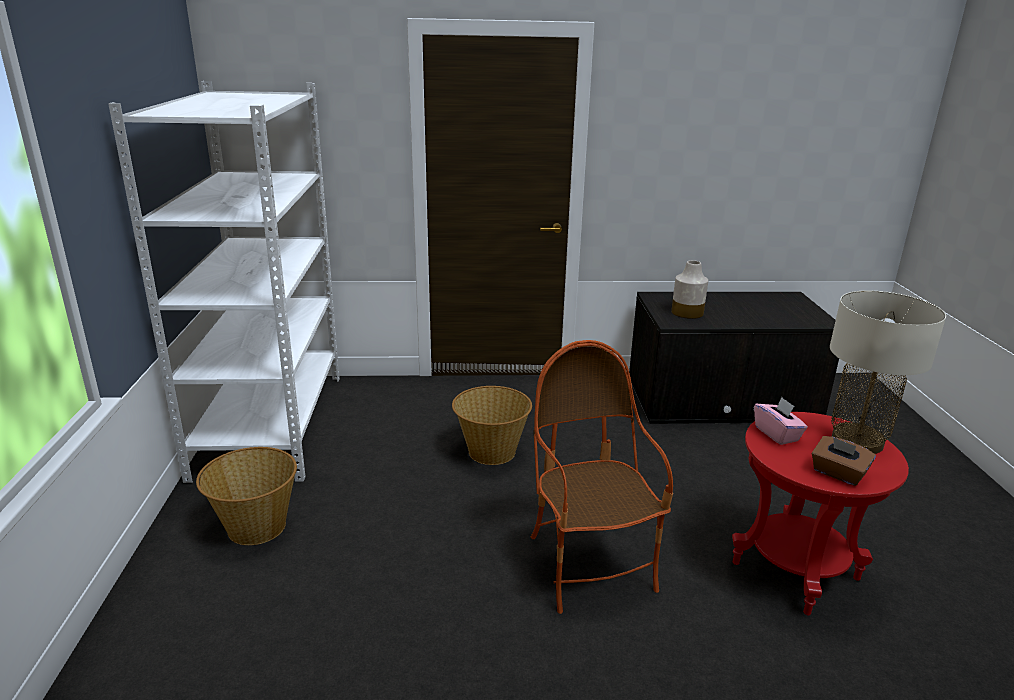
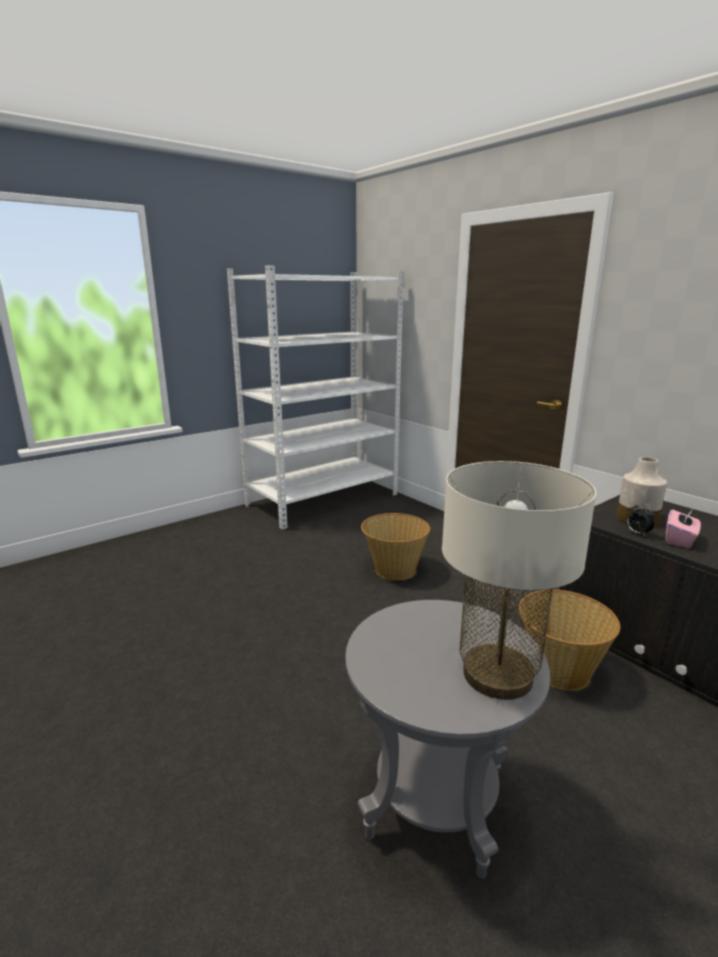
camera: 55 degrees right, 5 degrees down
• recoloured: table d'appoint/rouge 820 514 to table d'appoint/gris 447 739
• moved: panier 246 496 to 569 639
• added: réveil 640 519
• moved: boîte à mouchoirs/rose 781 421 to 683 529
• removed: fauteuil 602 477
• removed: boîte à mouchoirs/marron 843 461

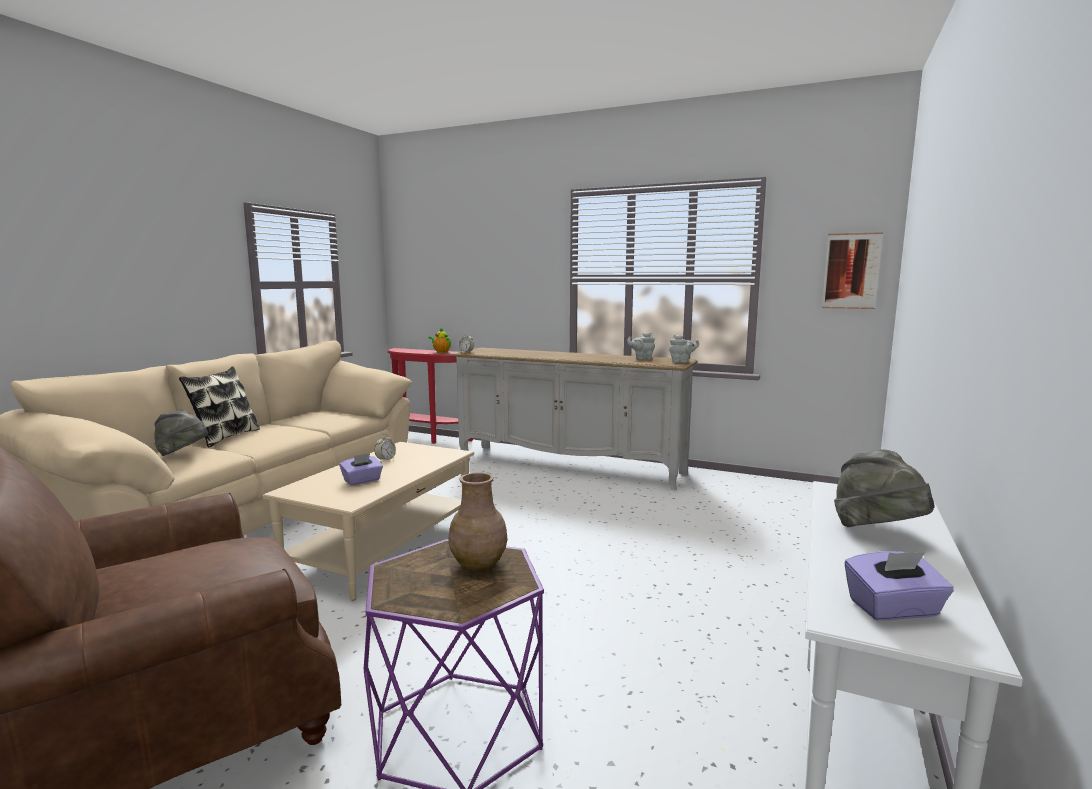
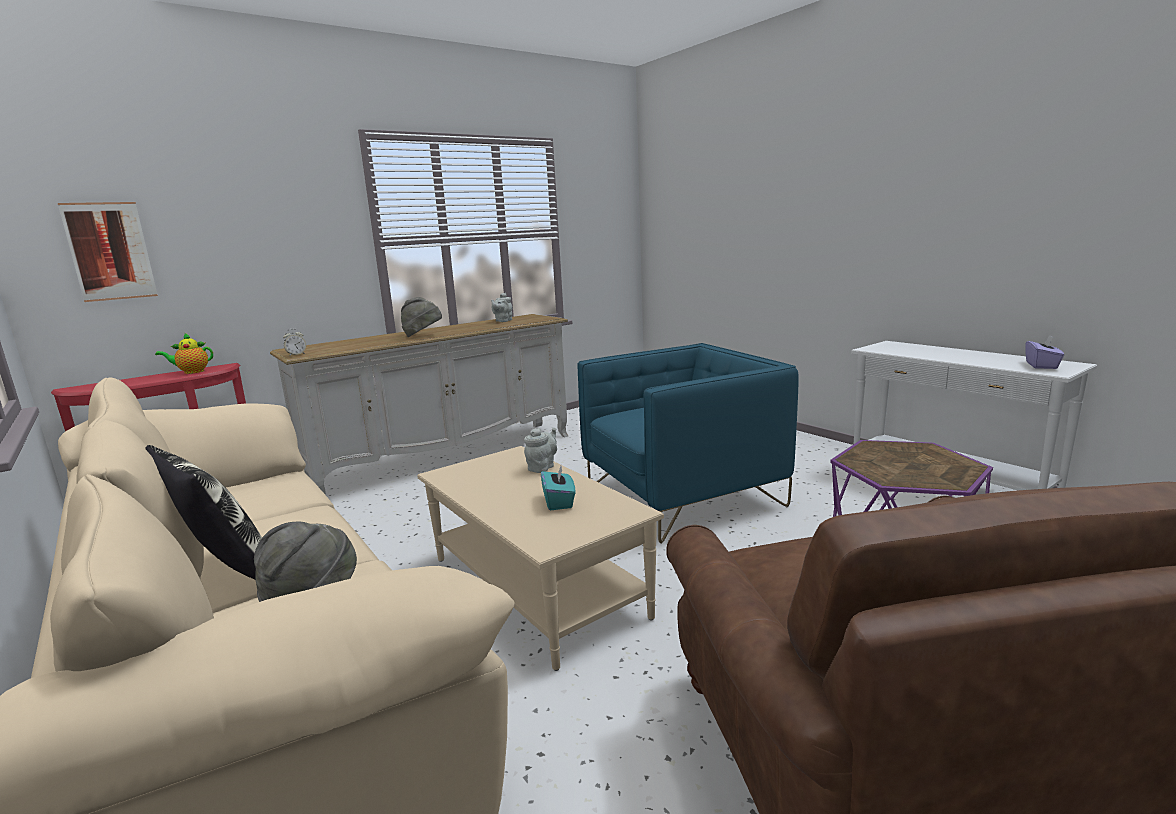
camera: 60 degrees left, 5 degrees up
• moved: tableau 852 270 to 108 252
• moved: chapeau/gris 884 488 to 421 317
• moved: théière/gris 684 349 to 540 450
• recoloured: boîte à mouchoirs/violet 361 469 to boîte à mouchoirs/turquoise 558 488
• added: fauteuil/bleu 688 443
• removed: réveil 385 448
• removed: vase/marron 477 521

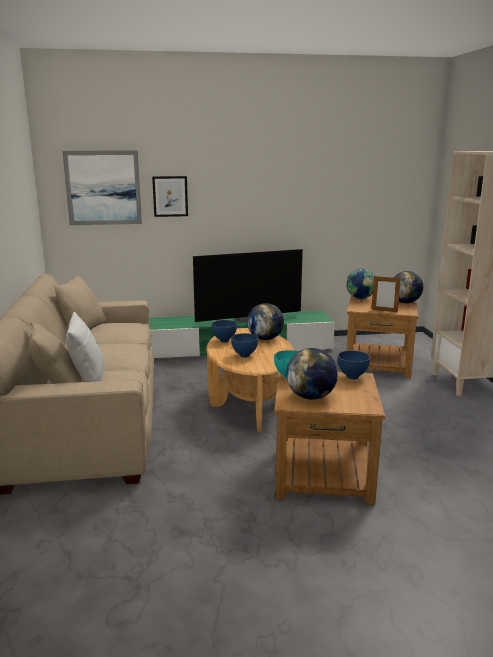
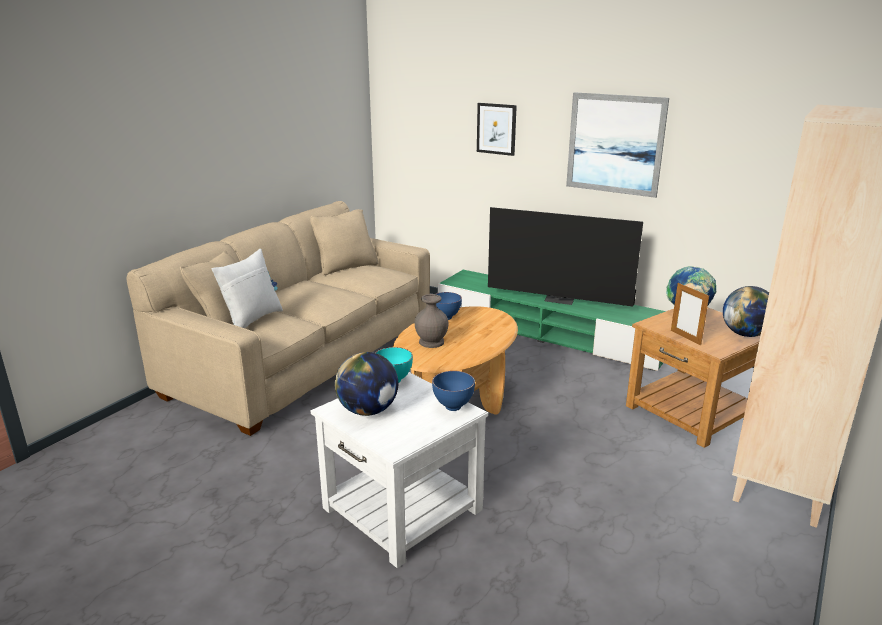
camera: 40 degrees right, 5 degrees up
• recoloured: table d'appoint/marron 329 438 to table d'appoint/blanc 399 470
• replaced: bol/bleu 244 345 to vase/gris 432 321
• moved: tableau 102 187 to 617 145
• removed: globe 265 321

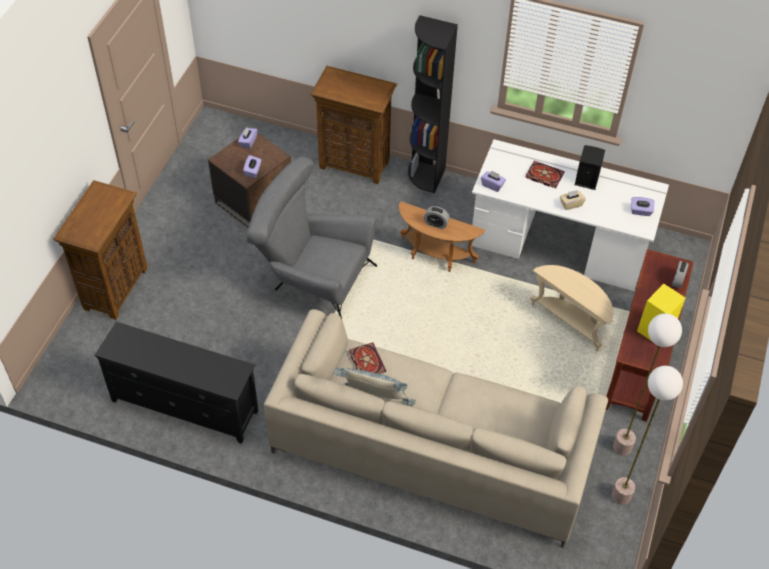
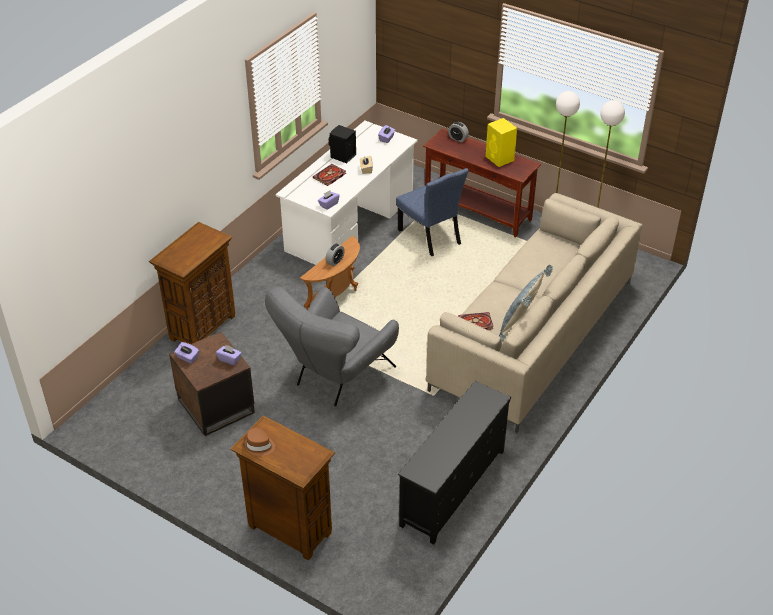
camera: 75 degrees left, 10 degrees down
• added: chapeau/marron 259 442
• replaced: table d'appoint/beige 571 308 to chaise/bleu 432 212
• removed: bibliothèque/noir 433 104

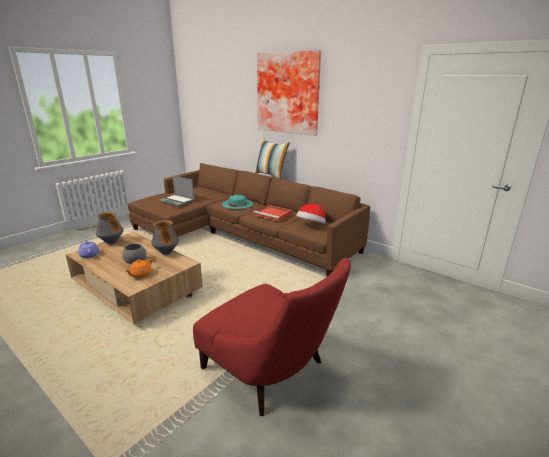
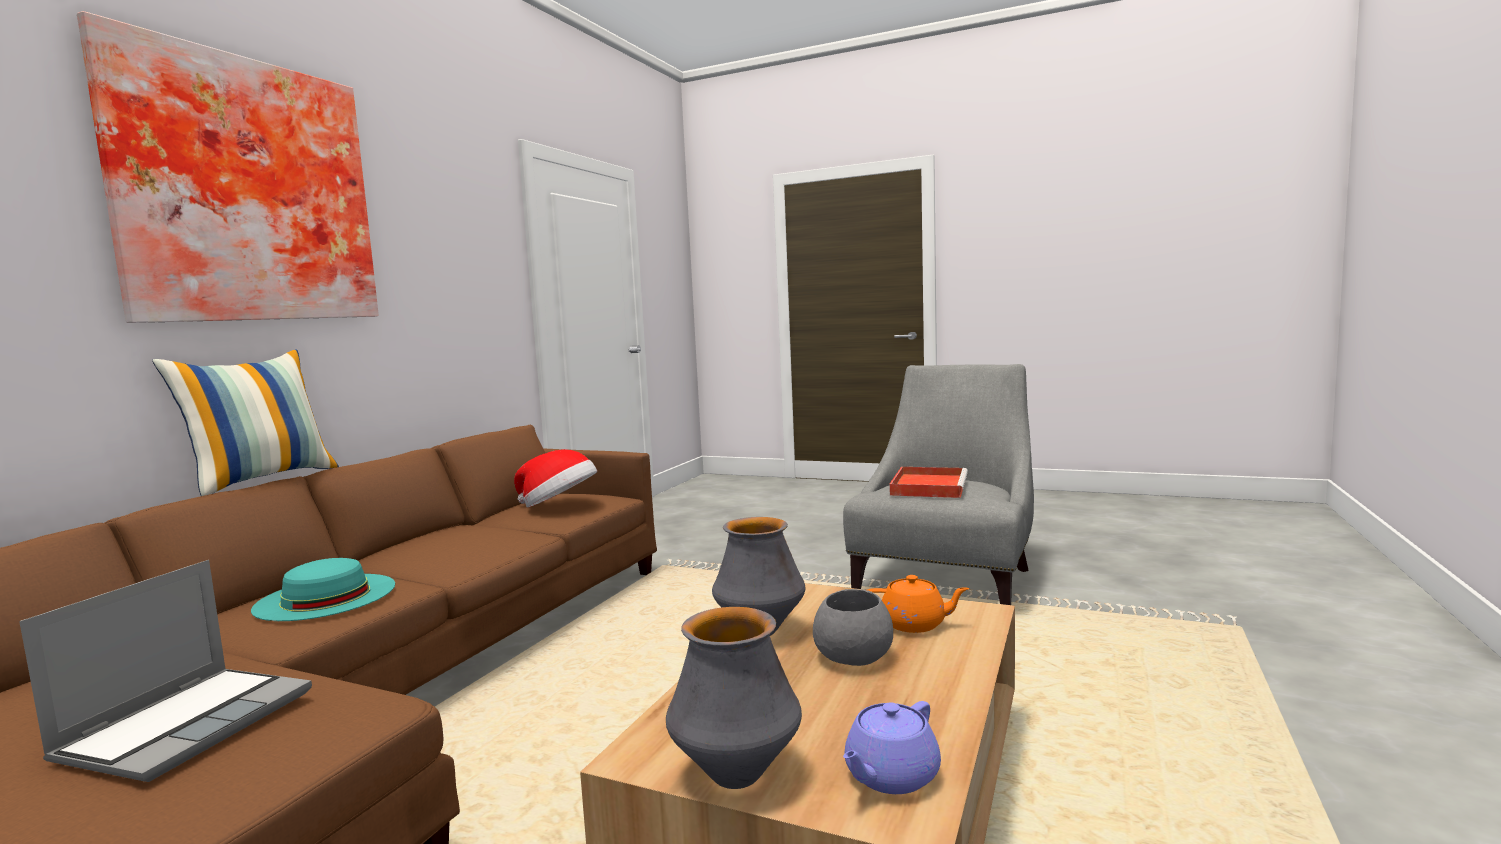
camera: 105 degrees left, 15 degrees down
• recoloured: fauteuil/rouge 272 337 to fauteuil/gris 938 484
• moved: plateau/rouge 273 212 to 928 482

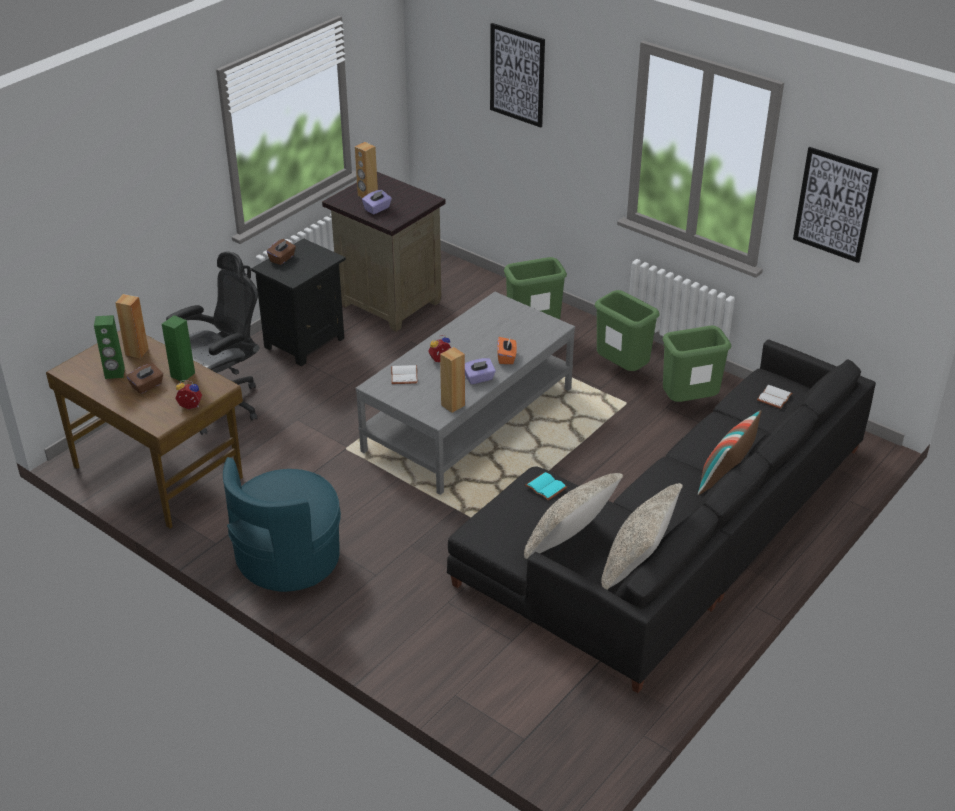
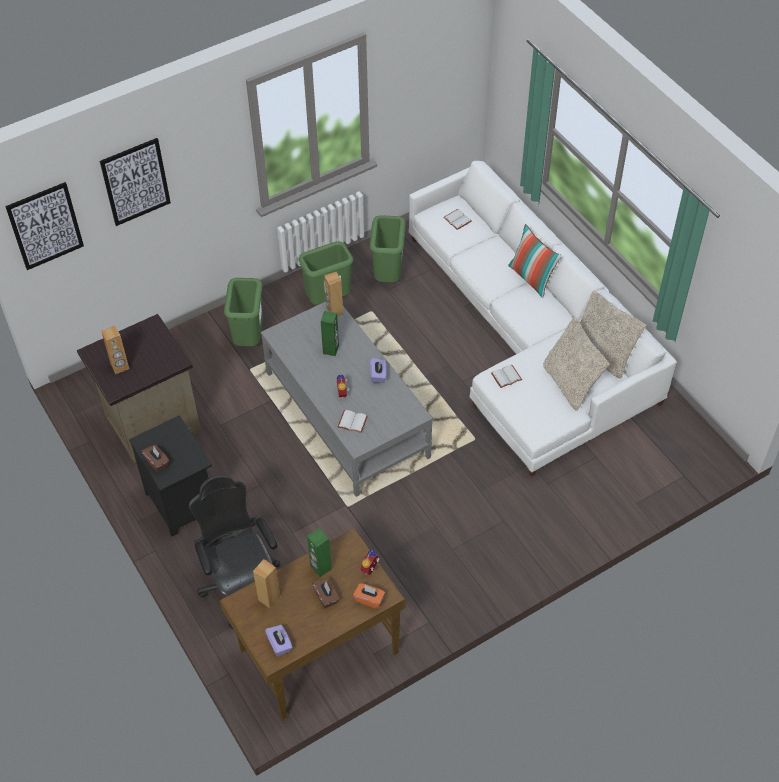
camera: 70 degrees left, 15 degrees up
• moved: tableau 836 205 to 44 226
• moved: boîte à mouchoirs/violet 377 202 to 279 641
• moved: enceinte/vert 109 347 to 330 333
• moved: enceinte/marron 452 380 to 333 294
• moved: boîte à mouchoirs/orange 507 350 to 369 596
• recoloured: canapé/noir 661 516 to canapé/blanc 542 319
• recoloured: livre/turquoise 546 486 to livre/blanc 506 376
• removed: fauteuil/turquoise 282 524

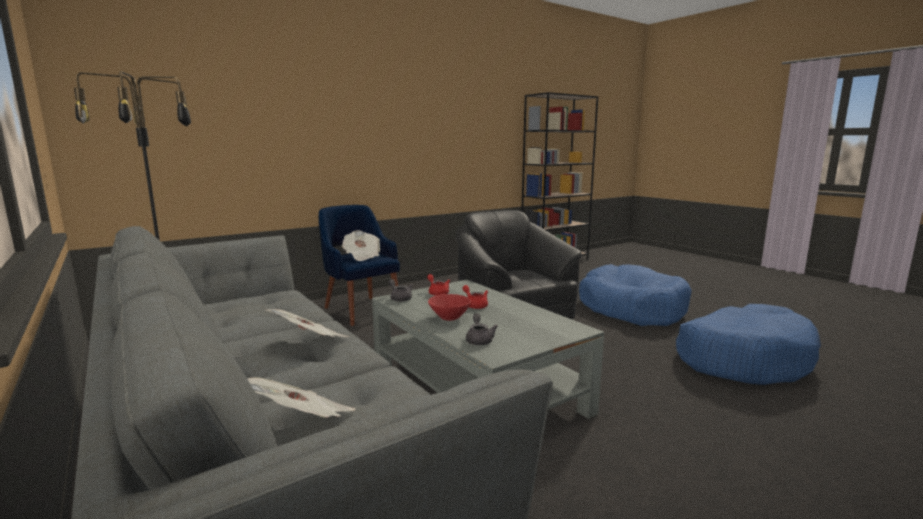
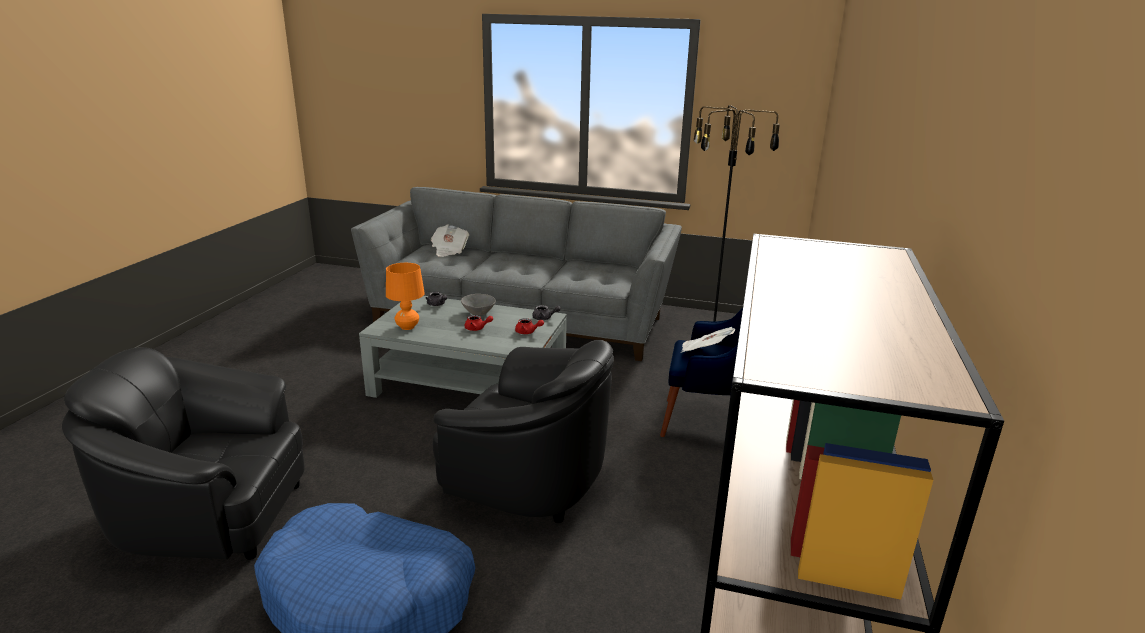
camera: 140 degrees right, 10 degrees up
• replaced: panier pour chien/bleu 748 344 to fauteuil/noir 183 453
• added: lampe de table/orange 405 296
• recoloured: bol/rouge 449 307 to bol/gris 478 305
• removed: journal 307 323

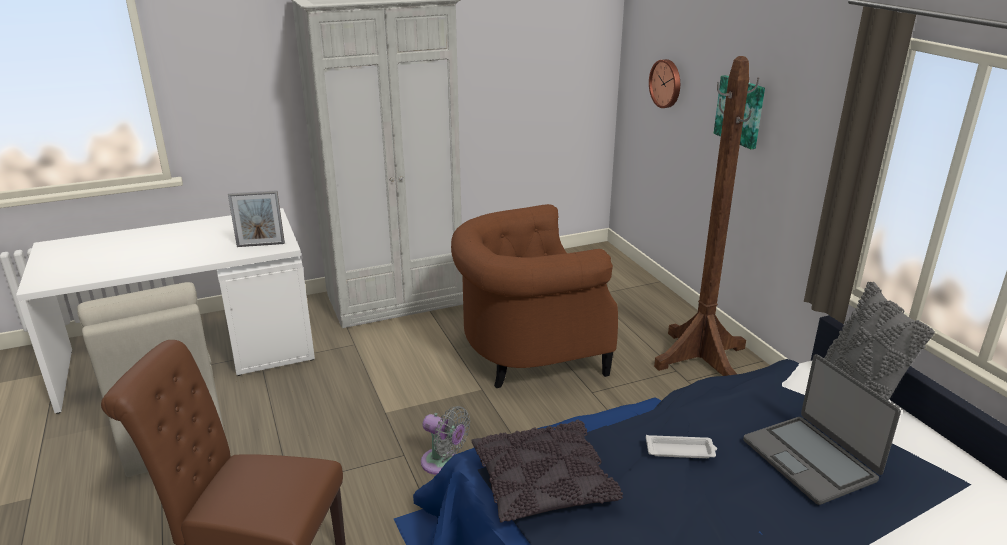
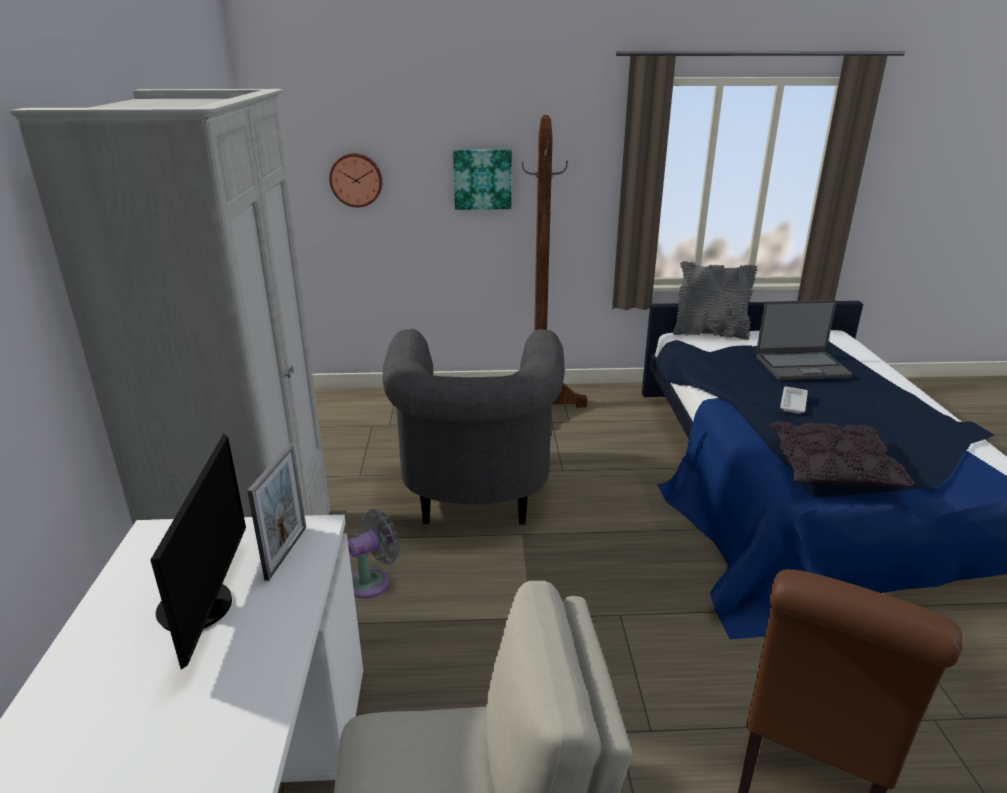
camera: 70 degrees left, 0 degrees up
• added: écran d'ordinateur 198 552
• moved: ventilateur/gris 445 440 to 374 554
• recoloured: fauteuil/marron 534 296 to fauteuil/gris 474 427

